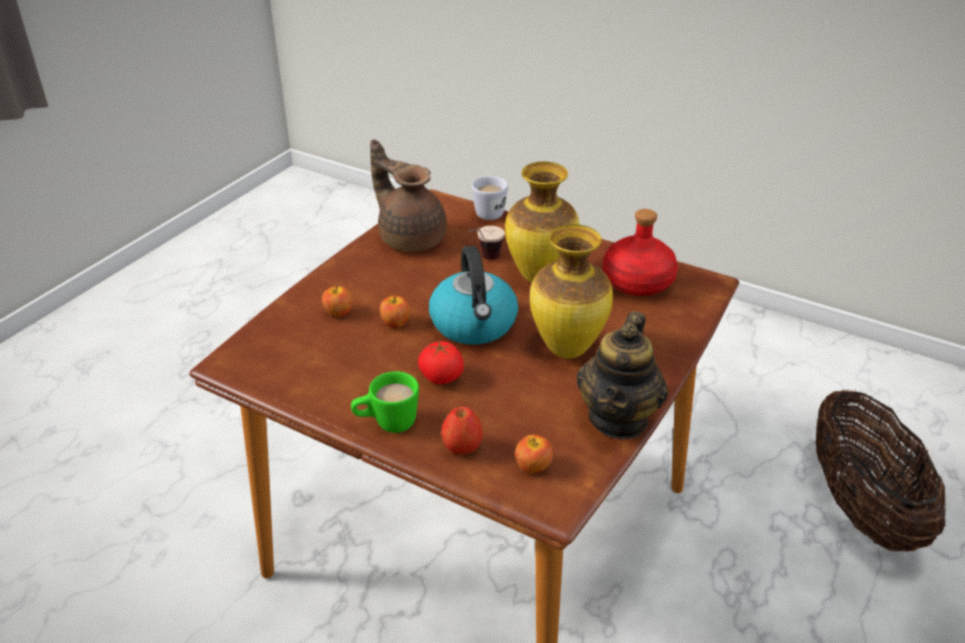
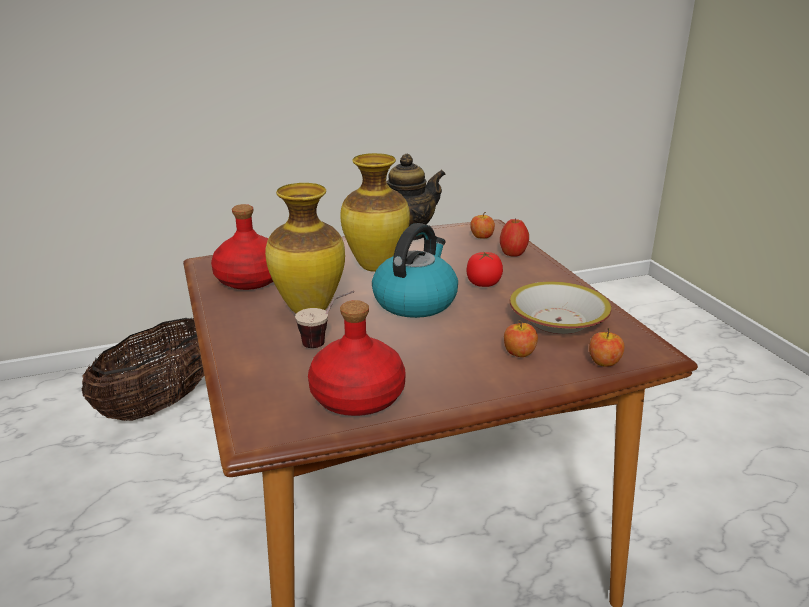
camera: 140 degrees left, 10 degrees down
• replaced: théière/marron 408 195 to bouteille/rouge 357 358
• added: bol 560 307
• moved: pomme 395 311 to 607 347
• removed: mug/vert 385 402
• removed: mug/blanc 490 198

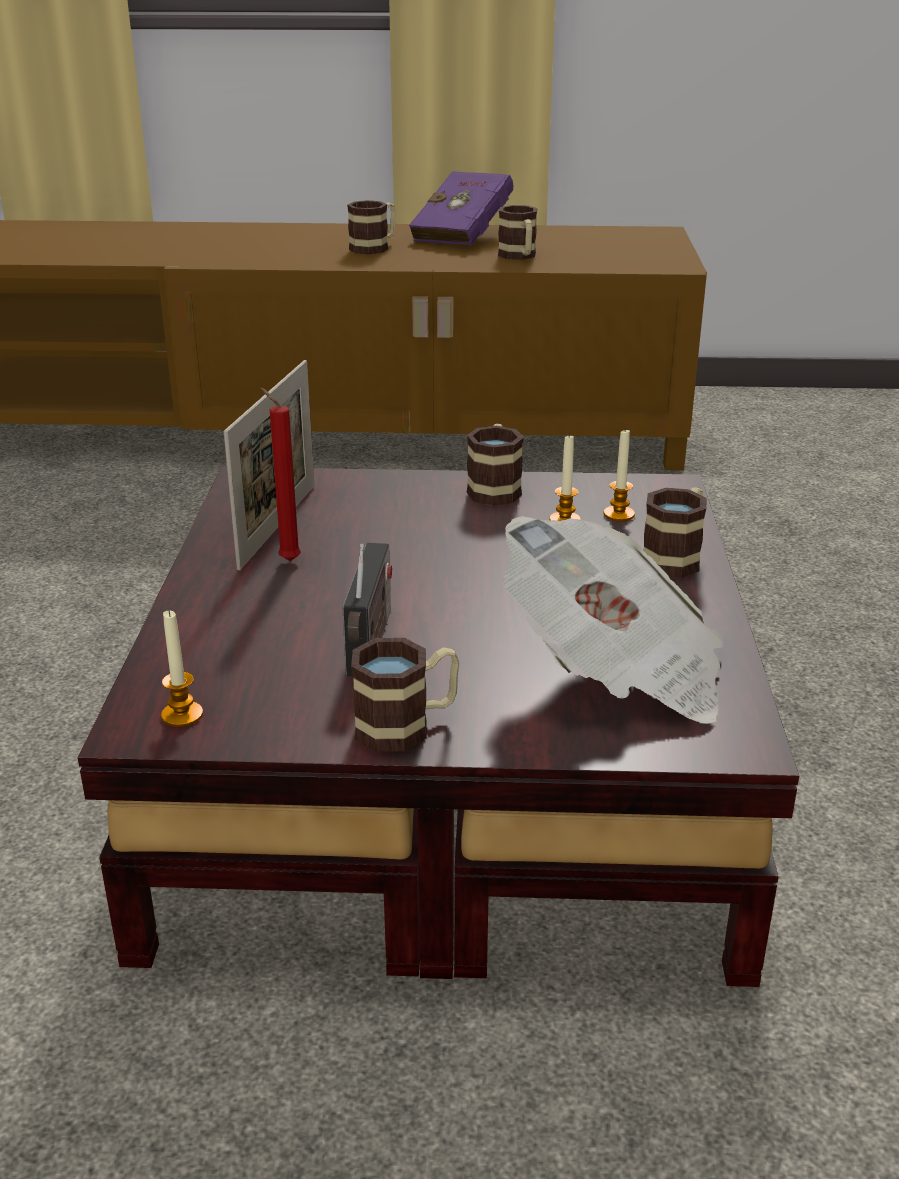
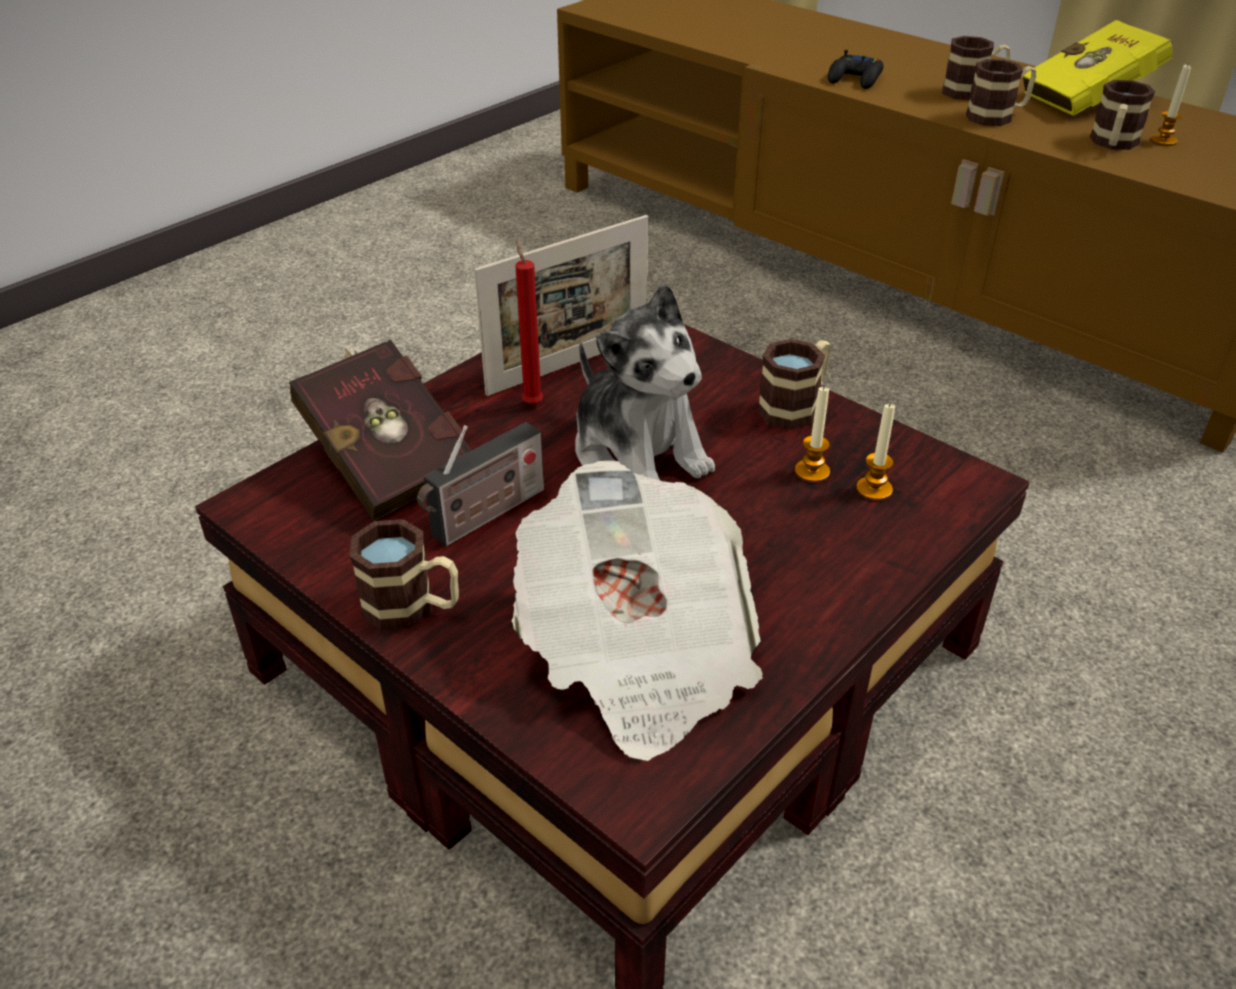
camera: 40 degrees right, 10 degrees up
• added: livre/rouge 380 430
• added: peluche 645 382
• added: manette/noir 855 69
• moved: mug 675 532 to 1001 92
• recoloured: livre/violet 461 208 to livre/jaune 1098 68
• moved: bougie 182 669 to 1170 104

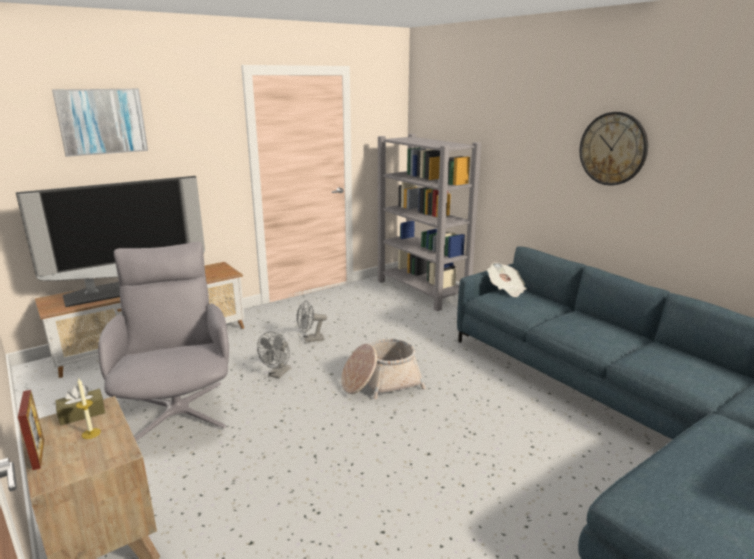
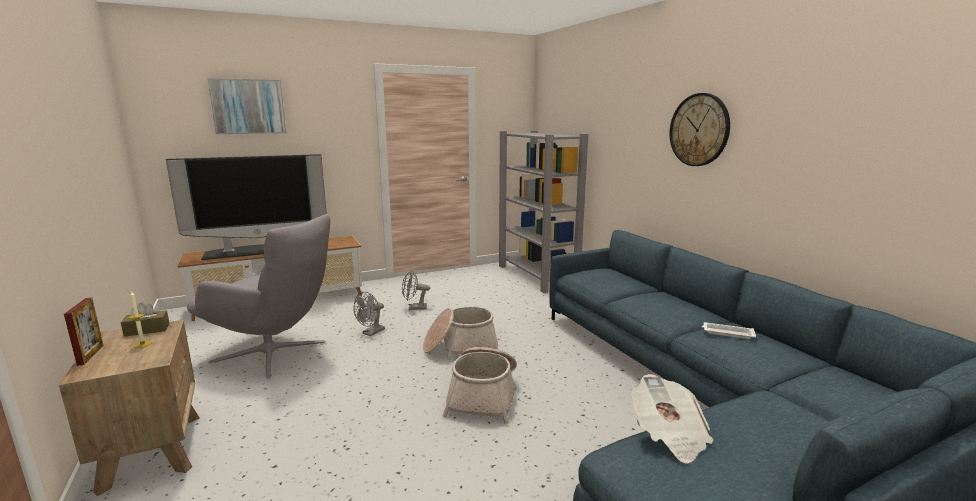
camera: 10 degrees right, 5 degrees down
• turned: fauteuil/gris 163 341 = 258 296 120 degrees clockwise
• added: panier 480 385
• moved: journal 507 279 to 672 419
• added: plateau/blanc 728 330

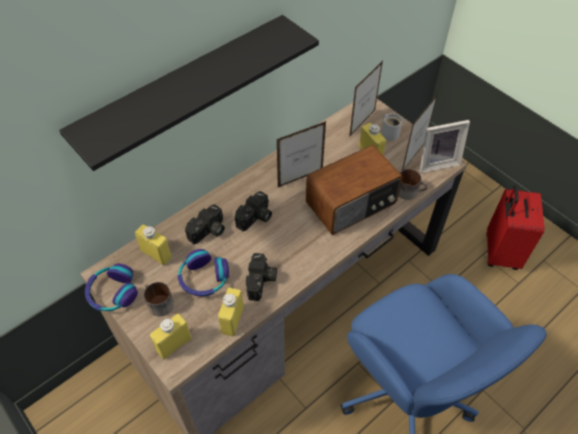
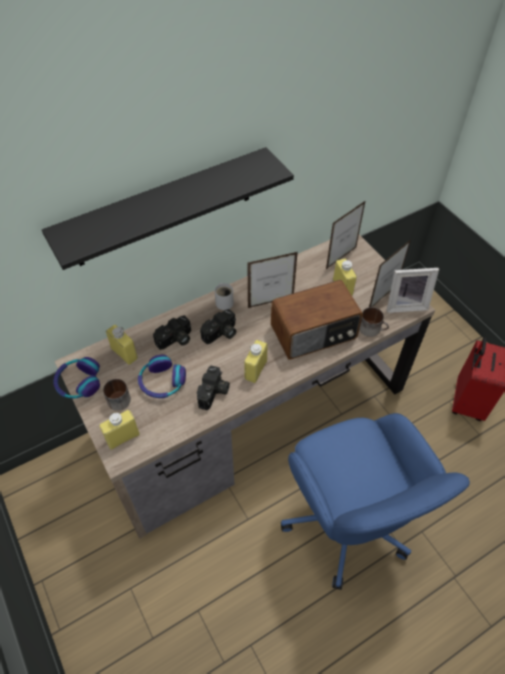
camera: 10 degrees right, 0 degrees up
• moved: mug/blanc 392 127 to 224 296
• moved: bouteille/jaune 231 312 to 255 361

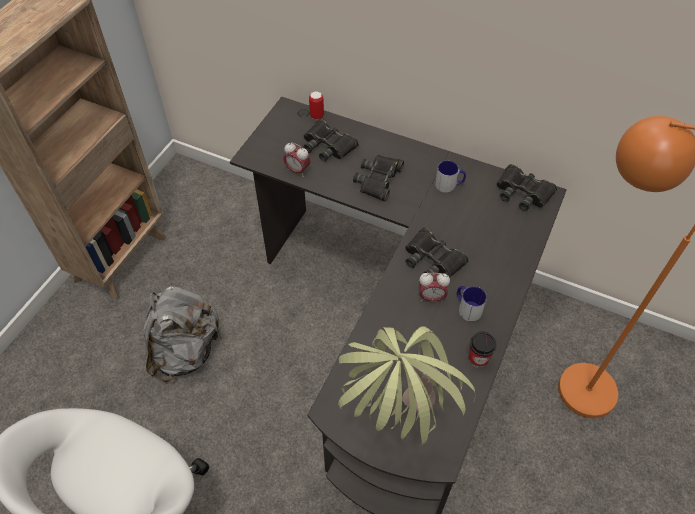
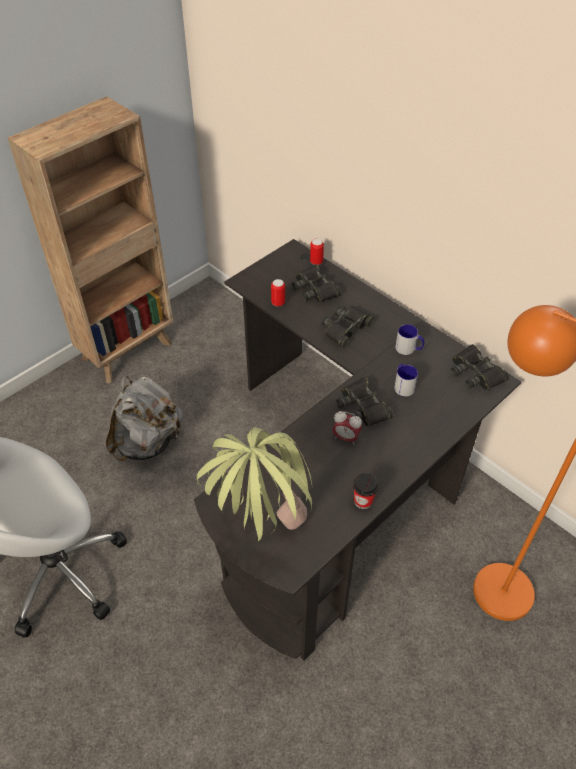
camera: 20 degrees right, 5 degrees down
• replaced: réveil 297 159 to boîte métallique 278 292
• moved: mug 472 304 to 406 380

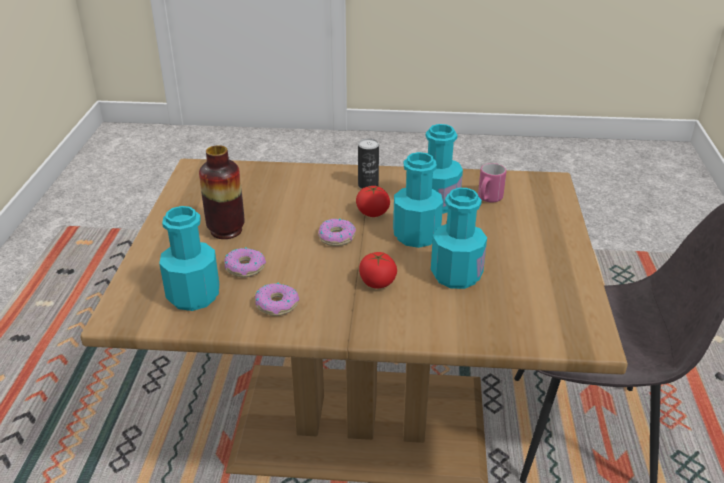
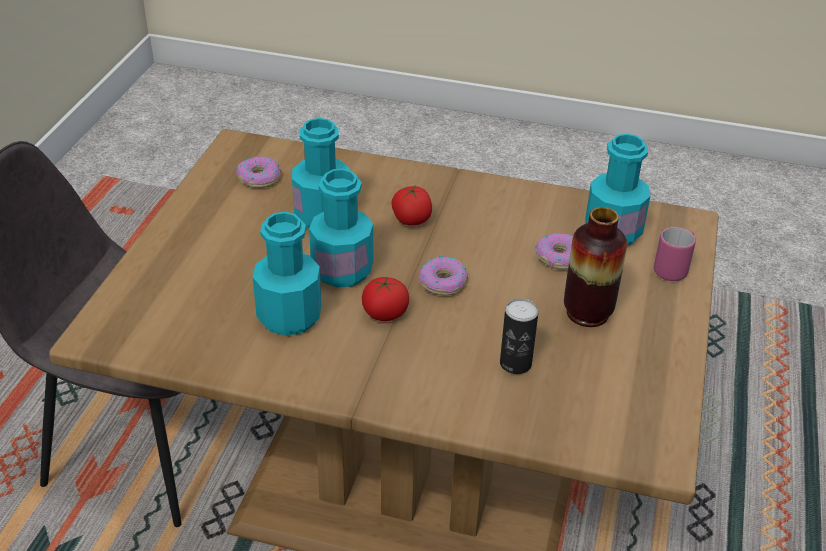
camera: 170 degrees left, 5 degrees up
• moved: beignet 277 299 to 258 172
• moved: boîte métallique 368 163 to 519 336
• moved: mug/rose 492 183 to 675 254

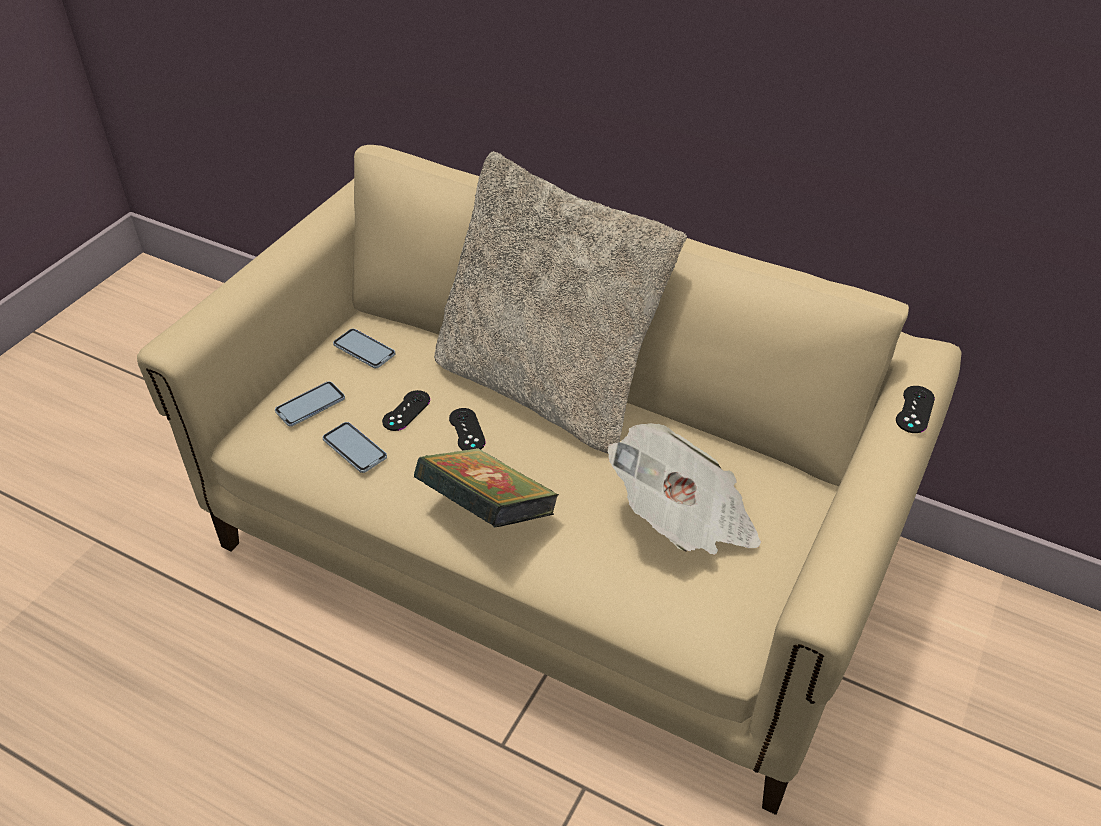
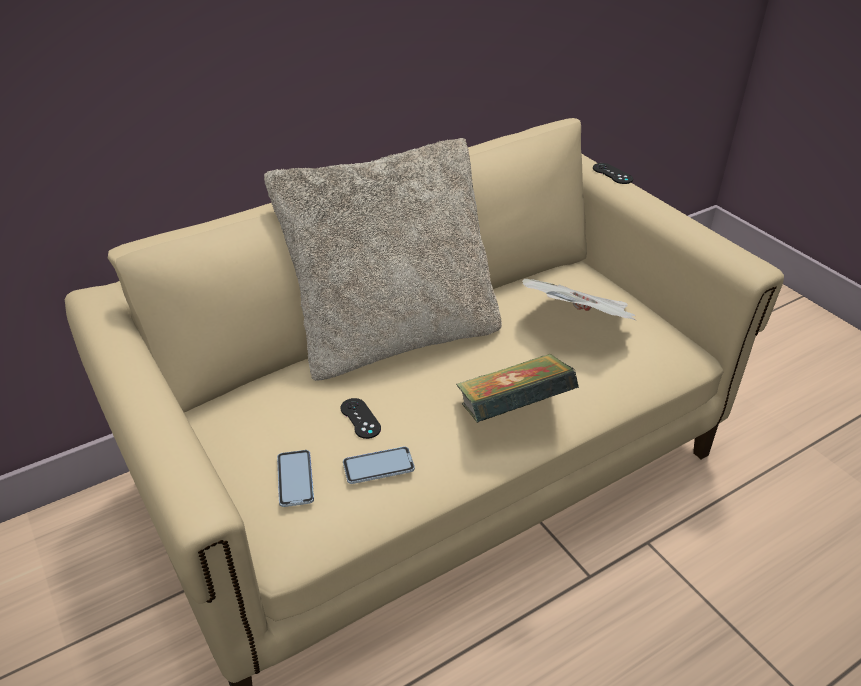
camera: 60 degrees left, 5 degrees down
• removed: téléphone 364 348
• removed: manette/noir 467 429

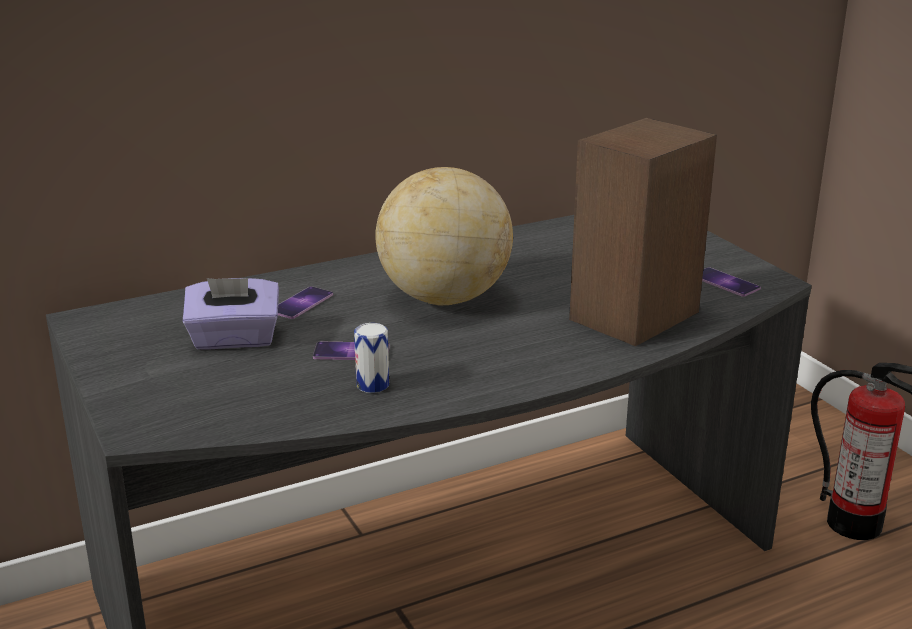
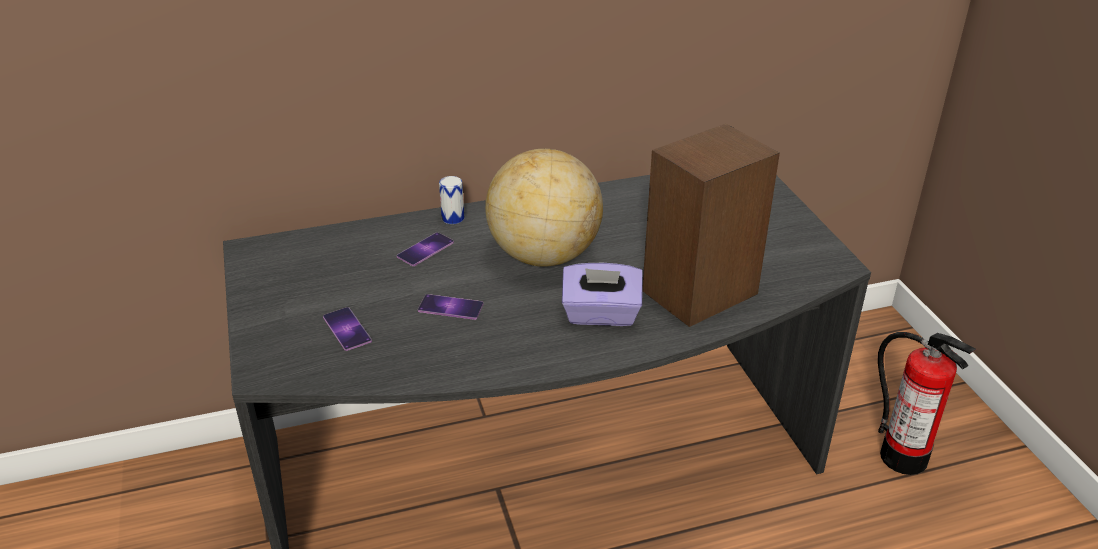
camera: 10 degrees right, 10 degrees up
• moved: téléphone 731 282 to 347 329
• moved: boîte métallique 371 358 to 451 200
• moved: boîte à mouchoirs/violet 230 314 to 602 294

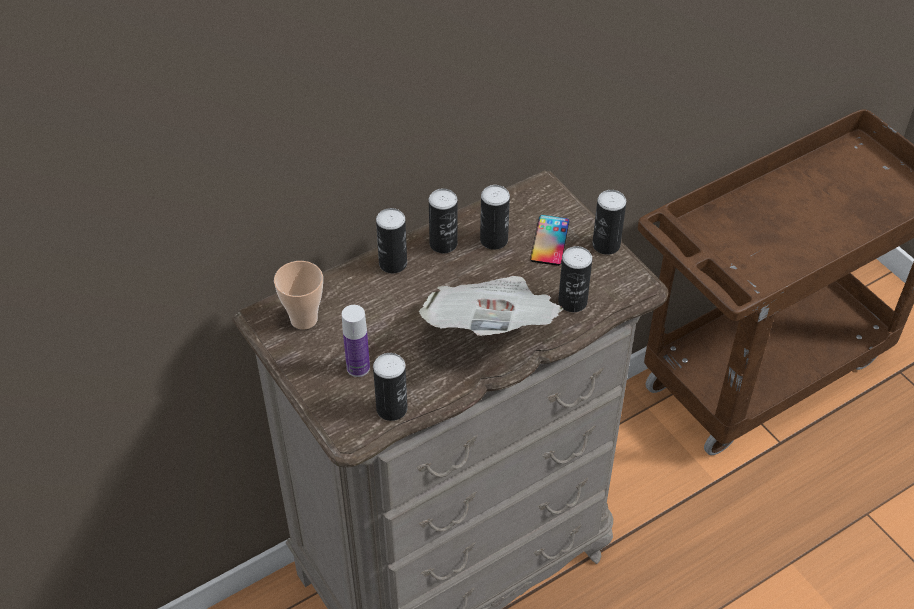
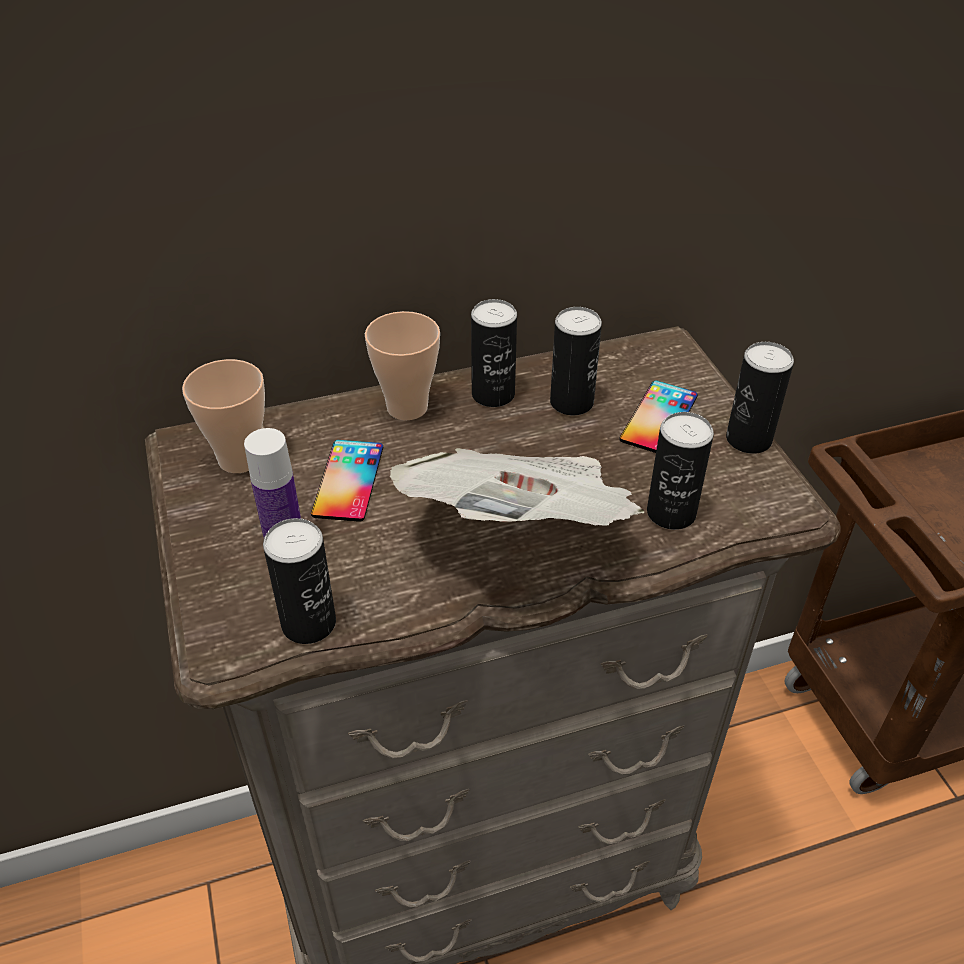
camera: 15 degrees right, 5 degrees down
• added: téléphone 347 481
• replaced: boîte métallique 391 240 to tasse 402 365

